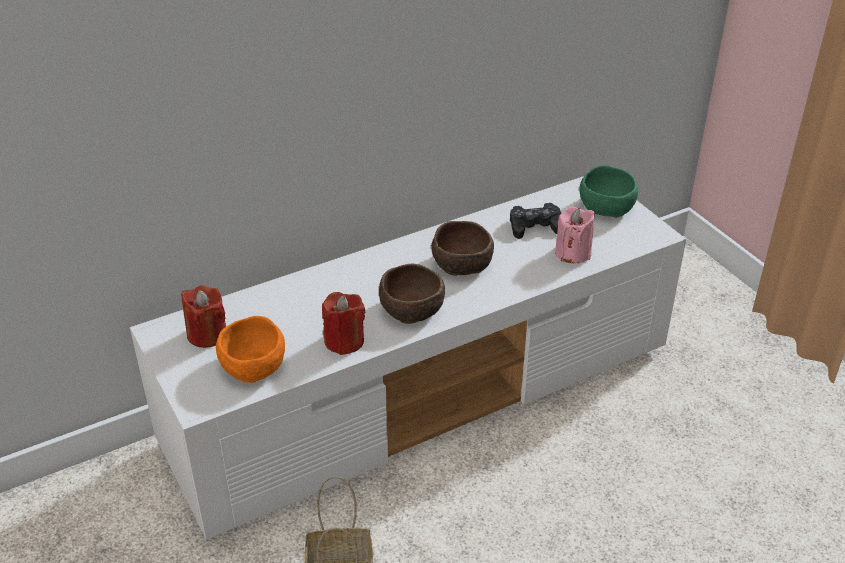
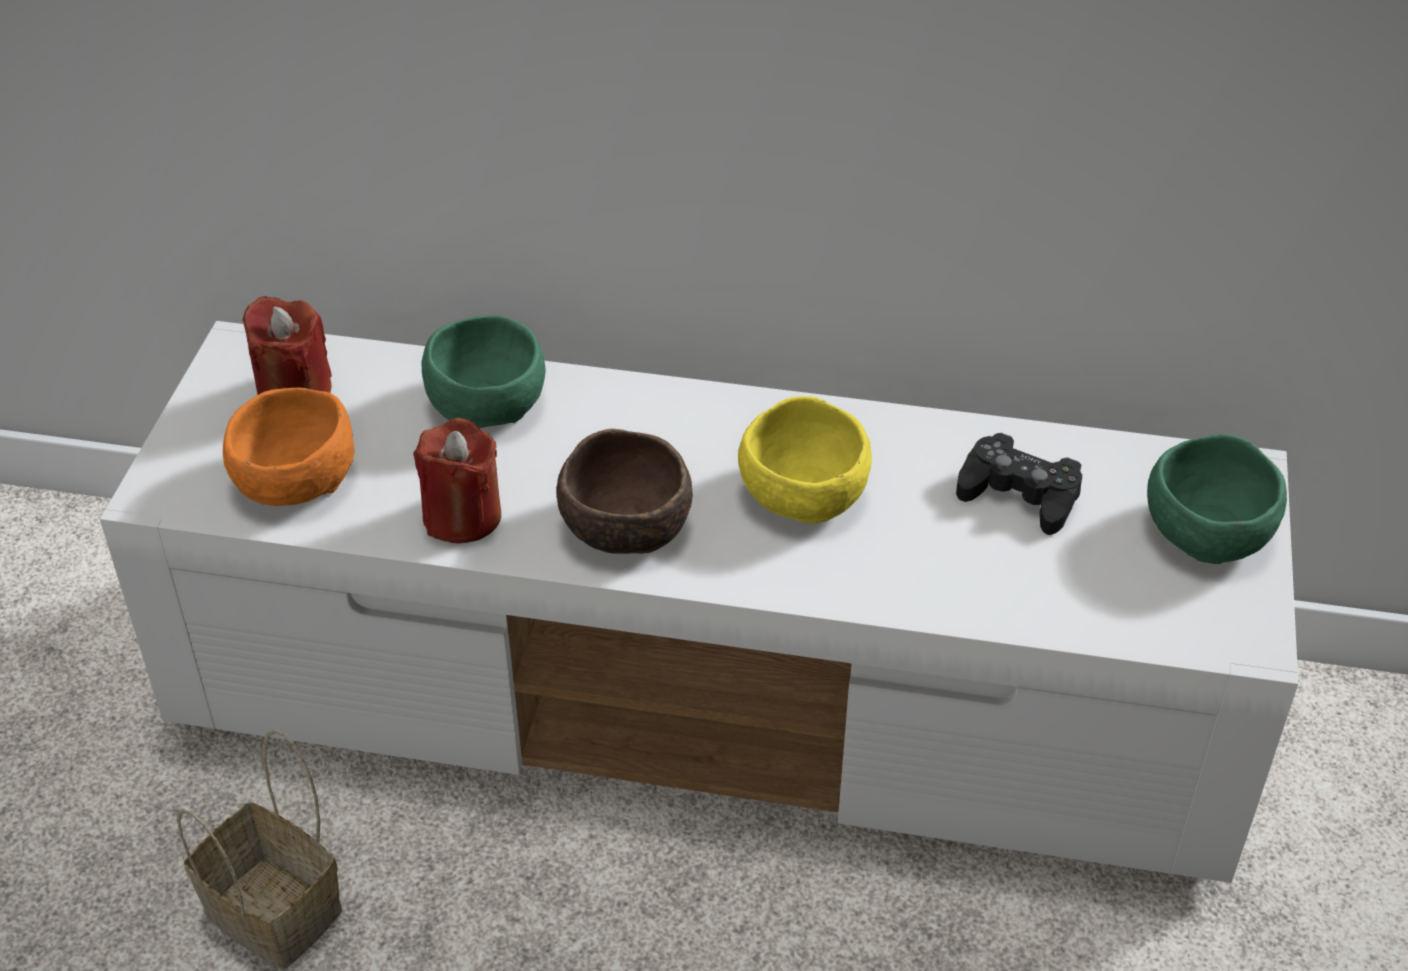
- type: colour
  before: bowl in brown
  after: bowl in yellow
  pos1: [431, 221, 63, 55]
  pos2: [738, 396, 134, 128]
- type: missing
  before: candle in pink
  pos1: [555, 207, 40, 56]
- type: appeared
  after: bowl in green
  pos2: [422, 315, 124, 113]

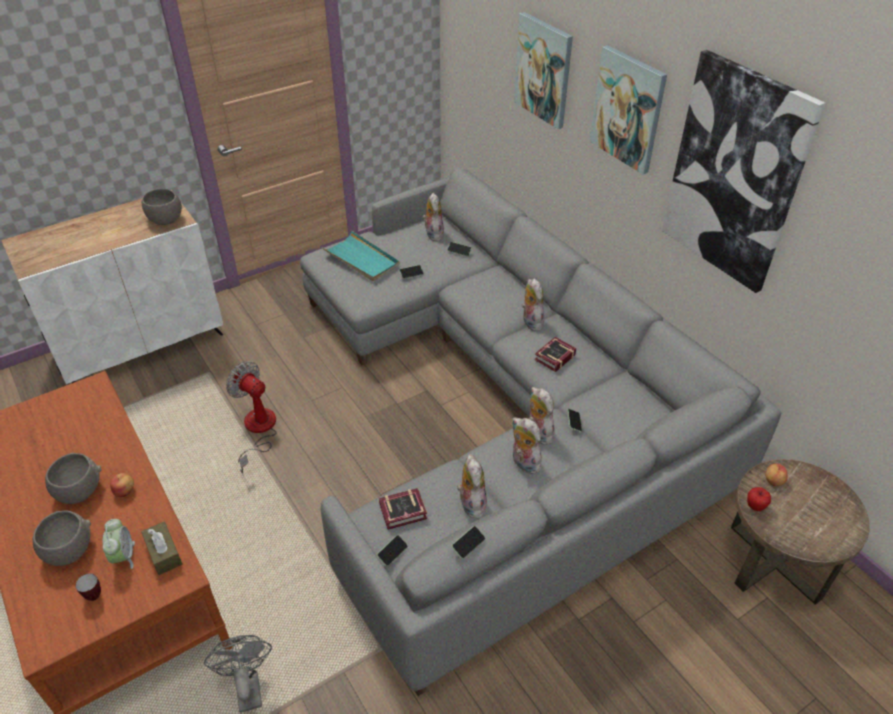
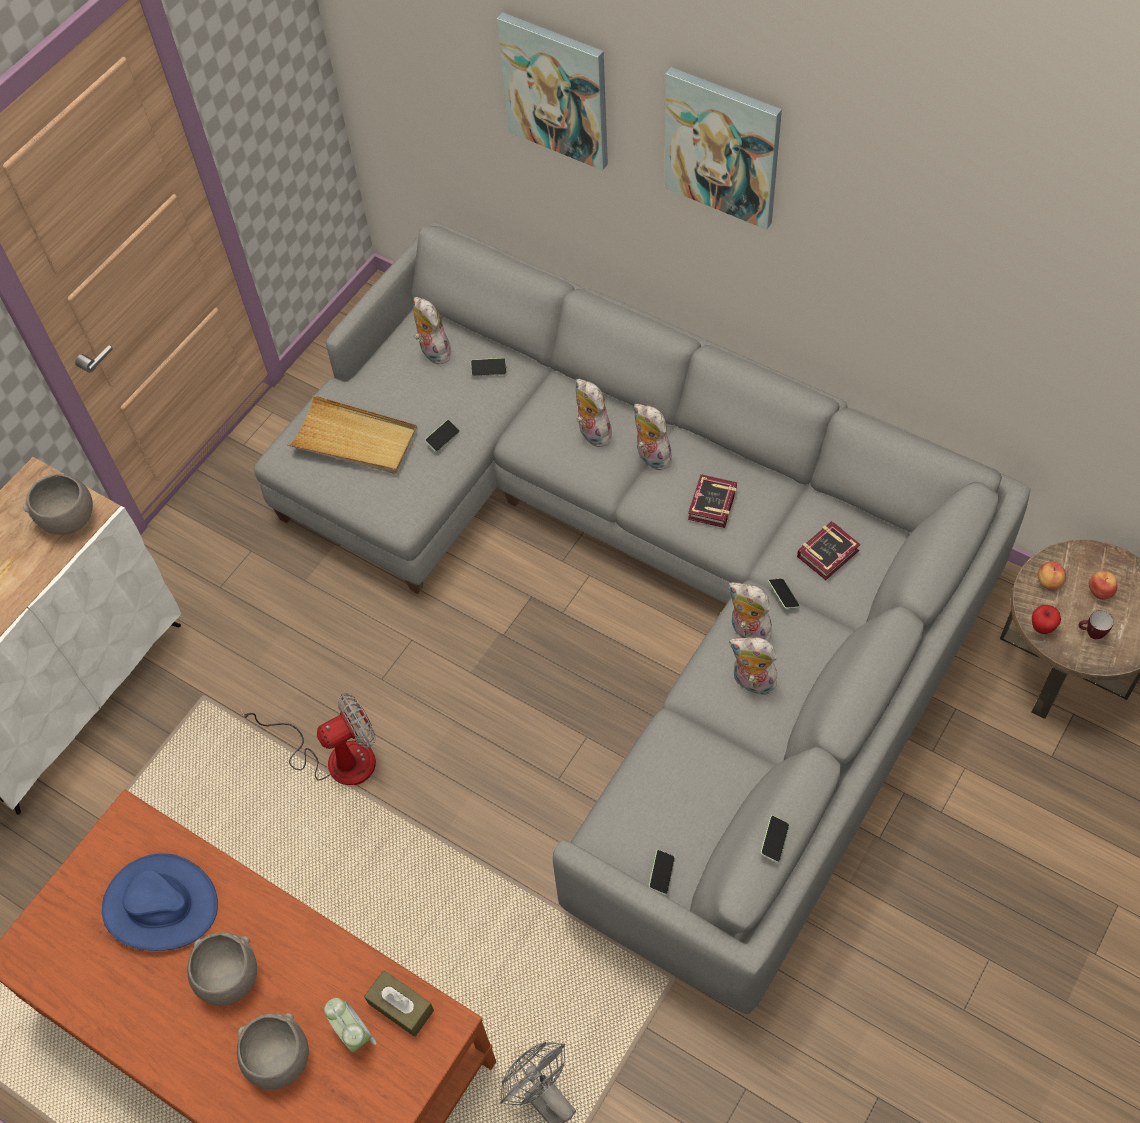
- type: relocated
  before: mug
  pos1: [75, 573, 26, 28]
  pos2: [1079, 610, 35, 29]
- type: relocated
  before: apple
  pos1: [110, 473, 24, 24]
  pos2: [1089, 570, 28, 30]
- type: spun
  before: fan
  pos1: [226, 361, 50, 112]
  pos2: [239, 693, 137, 92]
  turn: 135
- type: colour
  before: tray in turquoise
  after: tray in beige
  pos1: [322, 231, 78, 50]
  pos2: [287, 395, 131, 79]
- type: relocated
  before: book
  pos1: [379, 488, 48, 42]
  pos2: [797, 521, 64, 59]
- type: relocated
  before: plush toy
  pos1: [457, 454, 30, 65]
  pos2: [576, 379, 36, 68]
- type: missing
  before: picture
  pos1: [662, 50, 163, 243]
- type: appeared
  after: hat in blue
  pos2: [102, 853, 116, 98]

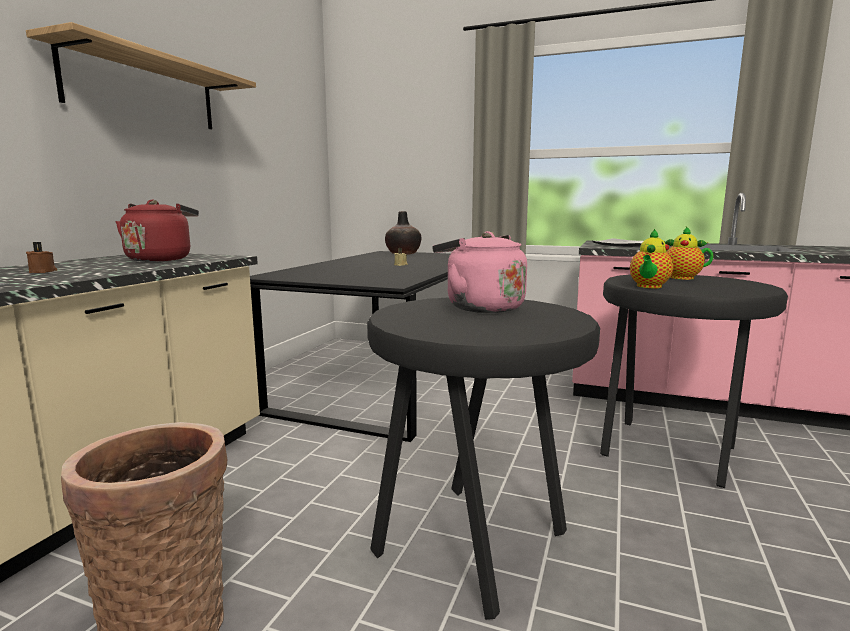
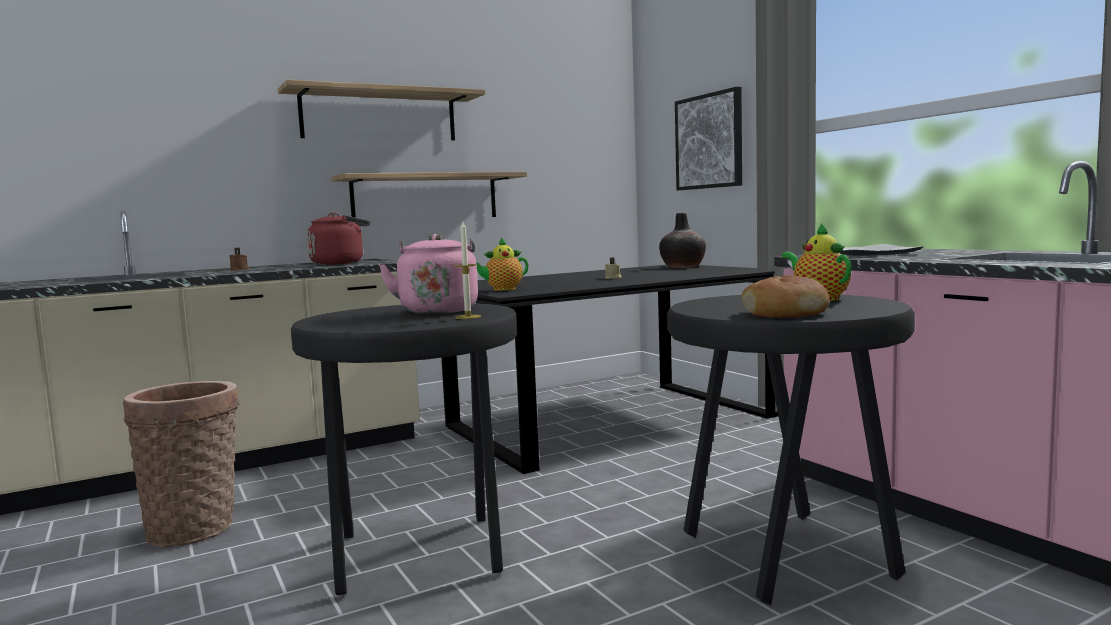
- type: relocated
  before: teapot
  pos1: [630, 229, 43, 59]
  pos2: [476, 238, 52, 53]
- type: appeared
  after: shelf
  pos2: [331, 172, 196, 46]
- type: appeared
  after: candle
  pos2: [454, 222, 27, 97]
- type: appeared
  after: picture
  pos2: [675, 87, 67, 103]
- type: appeared
  after: bread
  pos2: [741, 275, 89, 43]

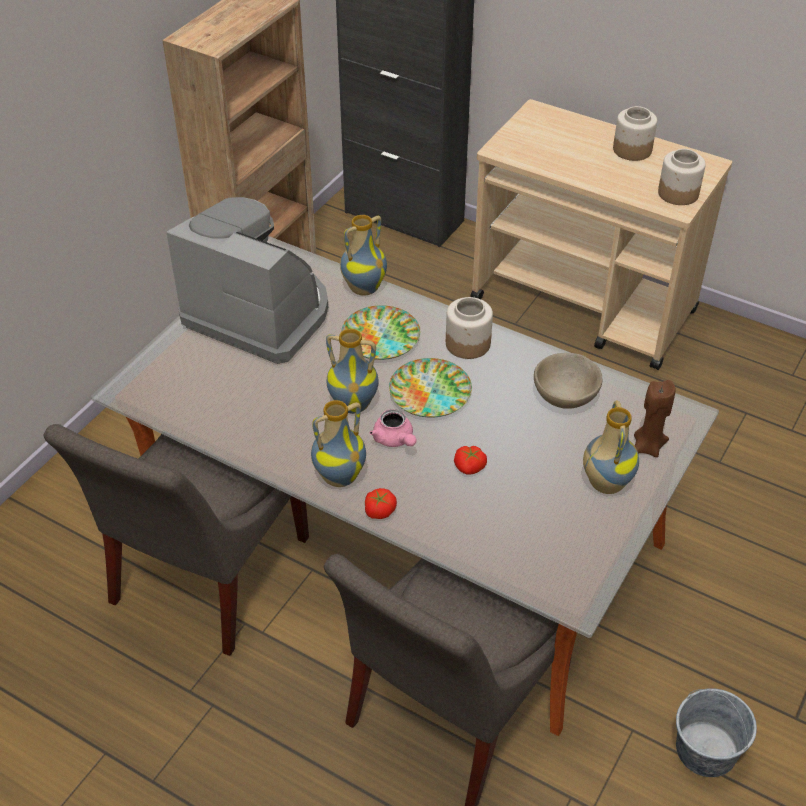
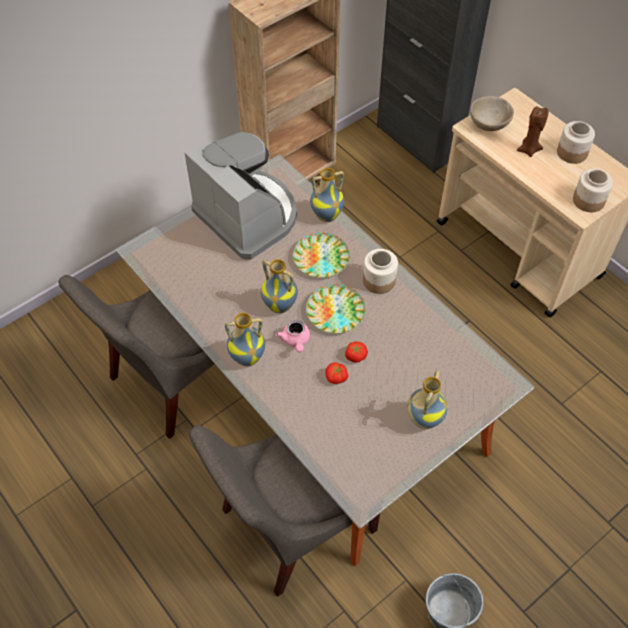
- type: relocated
  before: tomato
  pos1: [365, 488, 32, 31]
  pos2: [345, 341, 23, 22]
- type: relocated
  before: bowl in beige
  pos1: [534, 353, 68, 56]
  pos2: [470, 96, 44, 35]
- type: relocated
  before: candle in brown
  pos1: [634, 380, 42, 77]
  pos2: [517, 106, 32, 51]

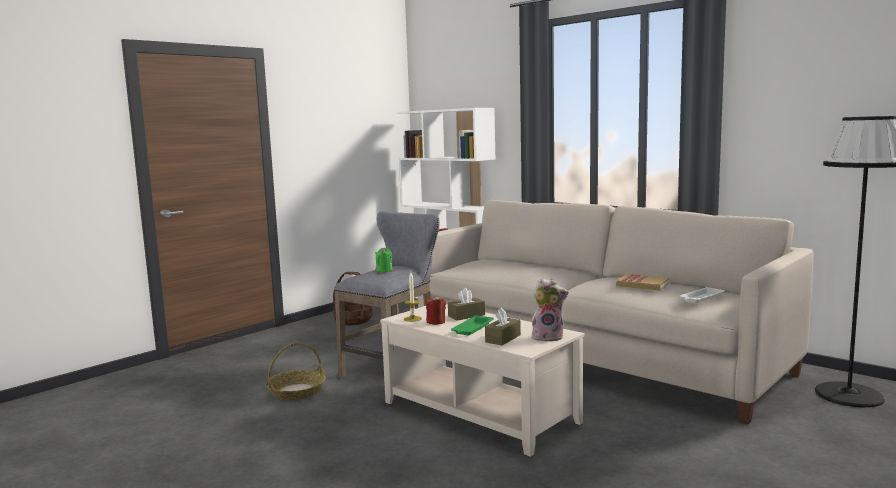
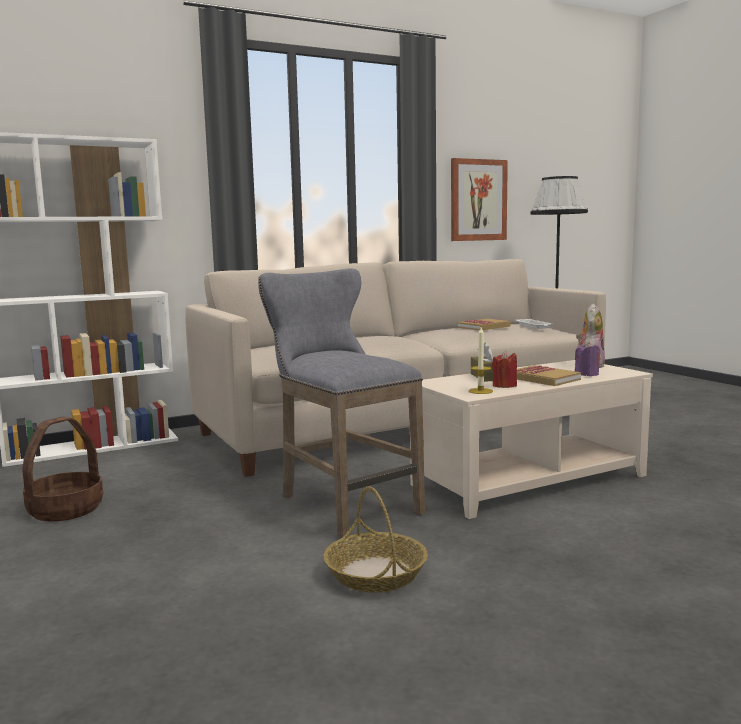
- type: missing
  before: candle in green
  pos1: [375, 247, 18, 26]
- type: exchanged
  before: tray in green
  after: book
  pos1: [451, 315, 43, 20]
  pos2: [517, 365, 64, 21]
- type: exchanged
  before: tissue box in brown
  after: candle in purple
  pos1: [485, 307, 36, 38]
  pos2: [575, 342, 25, 34]
- type: appeared
  after: picture
  pos2: [451, 158, 57, 83]

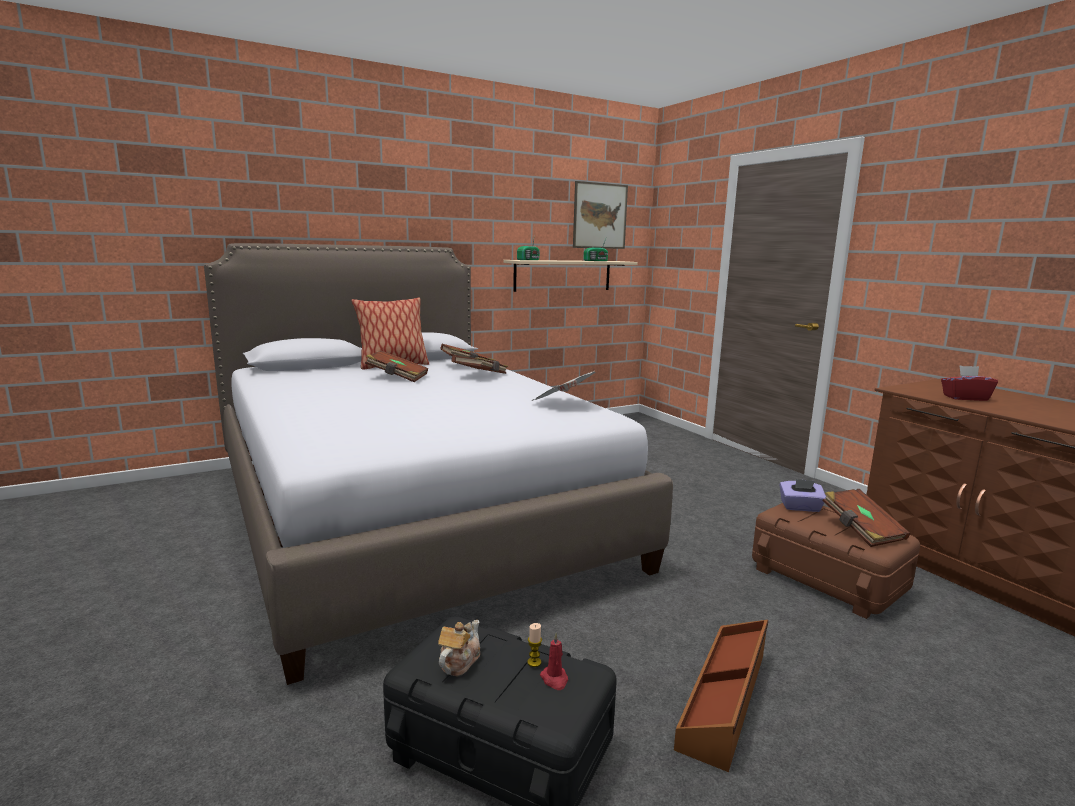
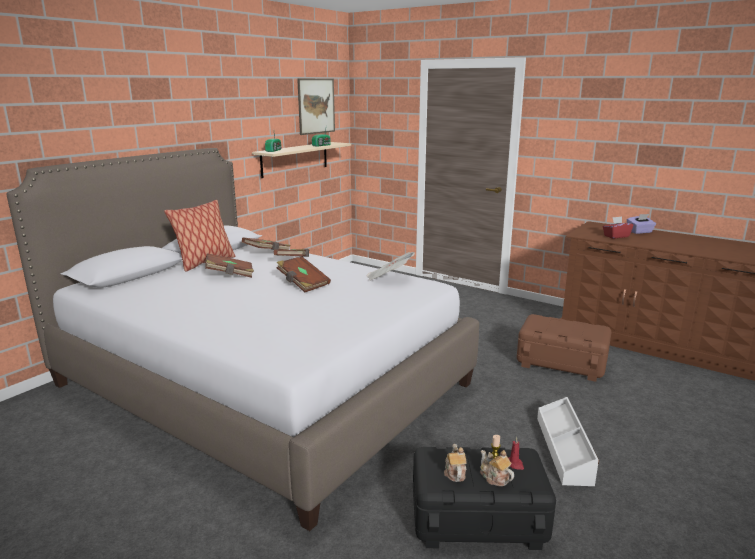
- type: colour
  before: storage box in brown
  after: storage box in white
  pos1: [674, 620, 94, 152]
  pos2: [537, 397, 62, 89]
- type: relocated
  before: tissue box in purple
  pos1: [779, 479, 47, 33]
  pos2: [627, 214, 29, 20]
- type: relocated
  before: book in brown
  pos1: [823, 489, 87, 58]
  pos2: [277, 256, 54, 37]
- type: appeared
  after: teapot
  pos2: [480, 450, 34, 36]

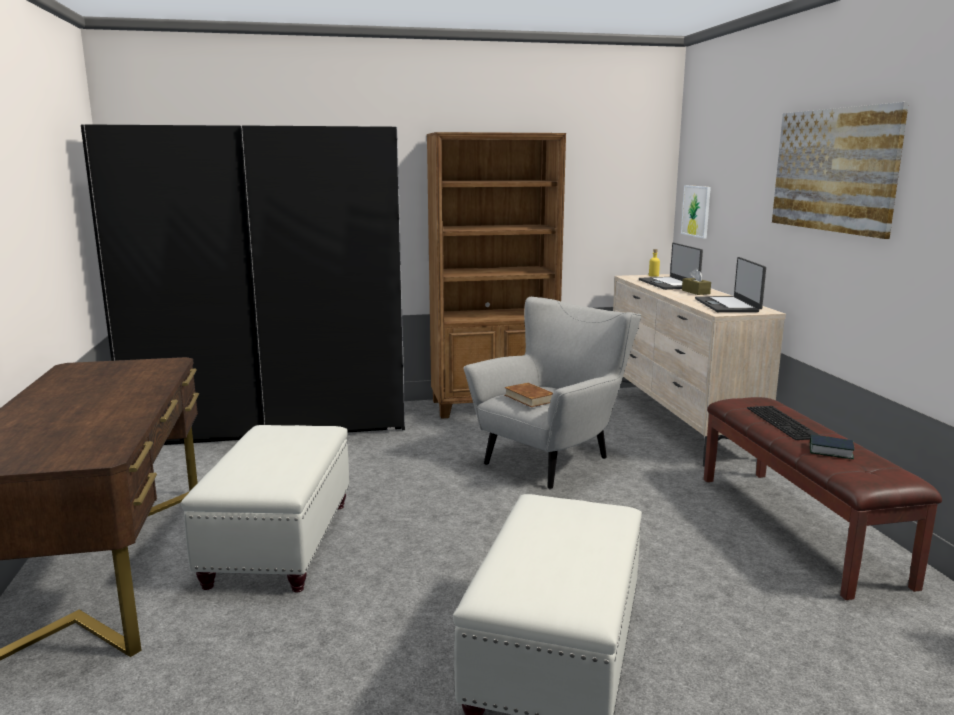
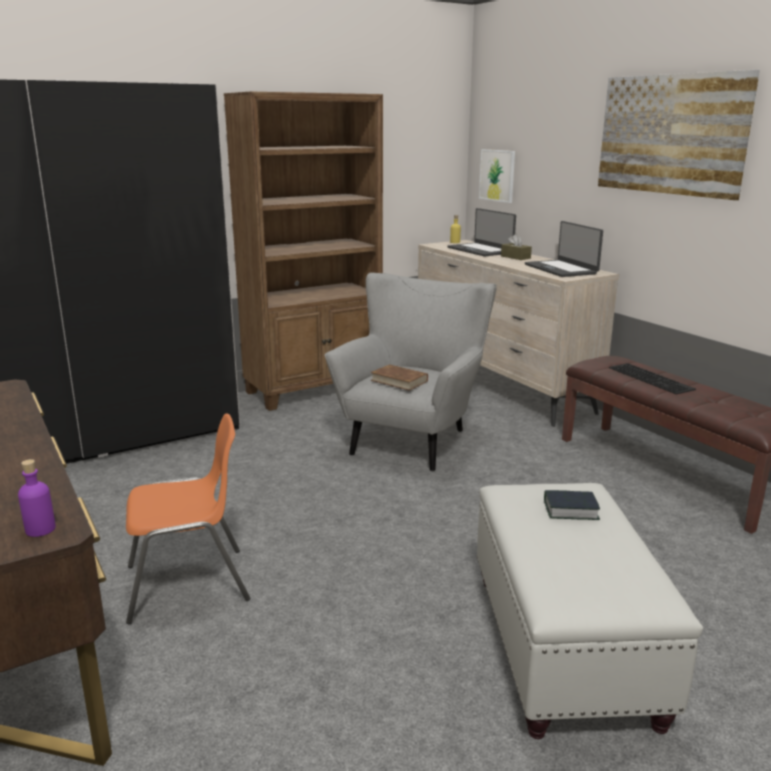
- type: exchanged
  before: ottoman in white
  after: chair in orange
  pos1: [181, 425, 168, 167]
  pos2: [126, 413, 124, 211]
- type: relocated
  before: book
  pos1: [810, 435, 44, 24]
  pos2: [544, 490, 56, 30]
- type: appeared
  after: bottle in purple
  pos2: [18, 459, 38, 78]

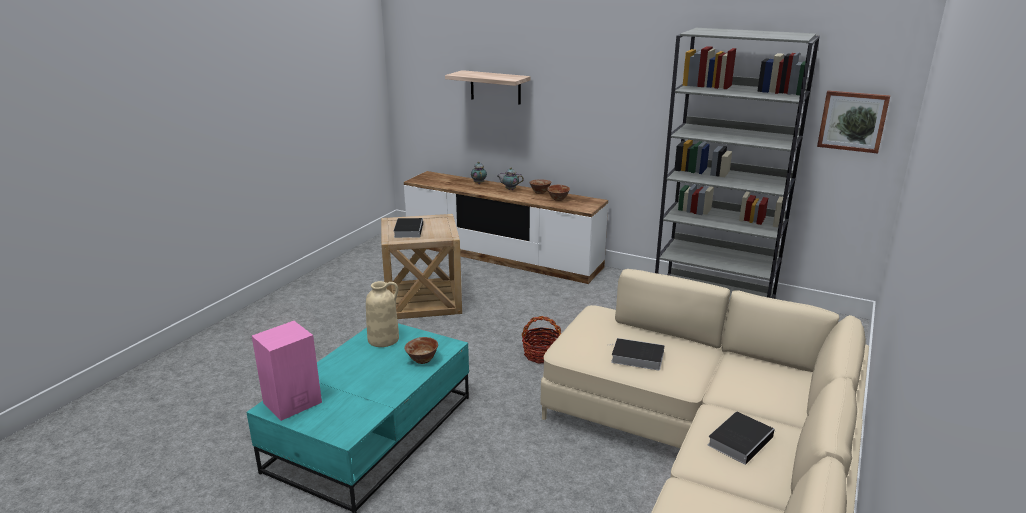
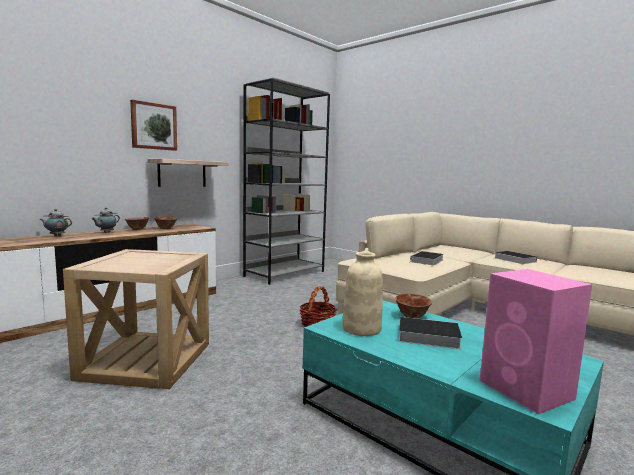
- type: relocated
  before: book
  pos1: [394, 218, 29, 20]
  pos2: [390, 317, 72, 32]
- type: relocated
  before: shelf
  pos1: [445, 70, 86, 34]
  pos2: [147, 159, 82, 28]
- type: relocated
  before: picture
  pos1: [817, 90, 73, 64]
  pos2: [130, 100, 47, 51]

